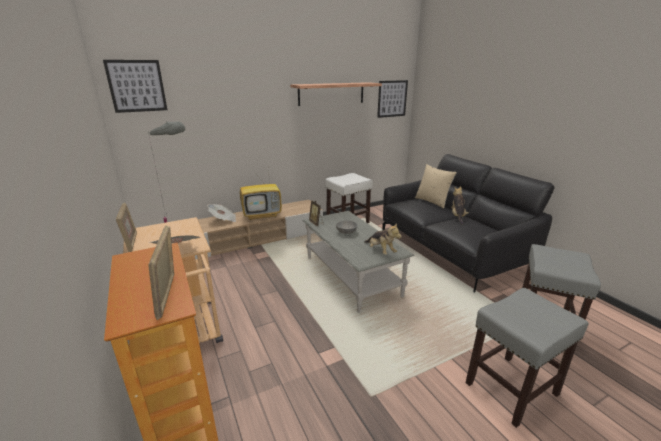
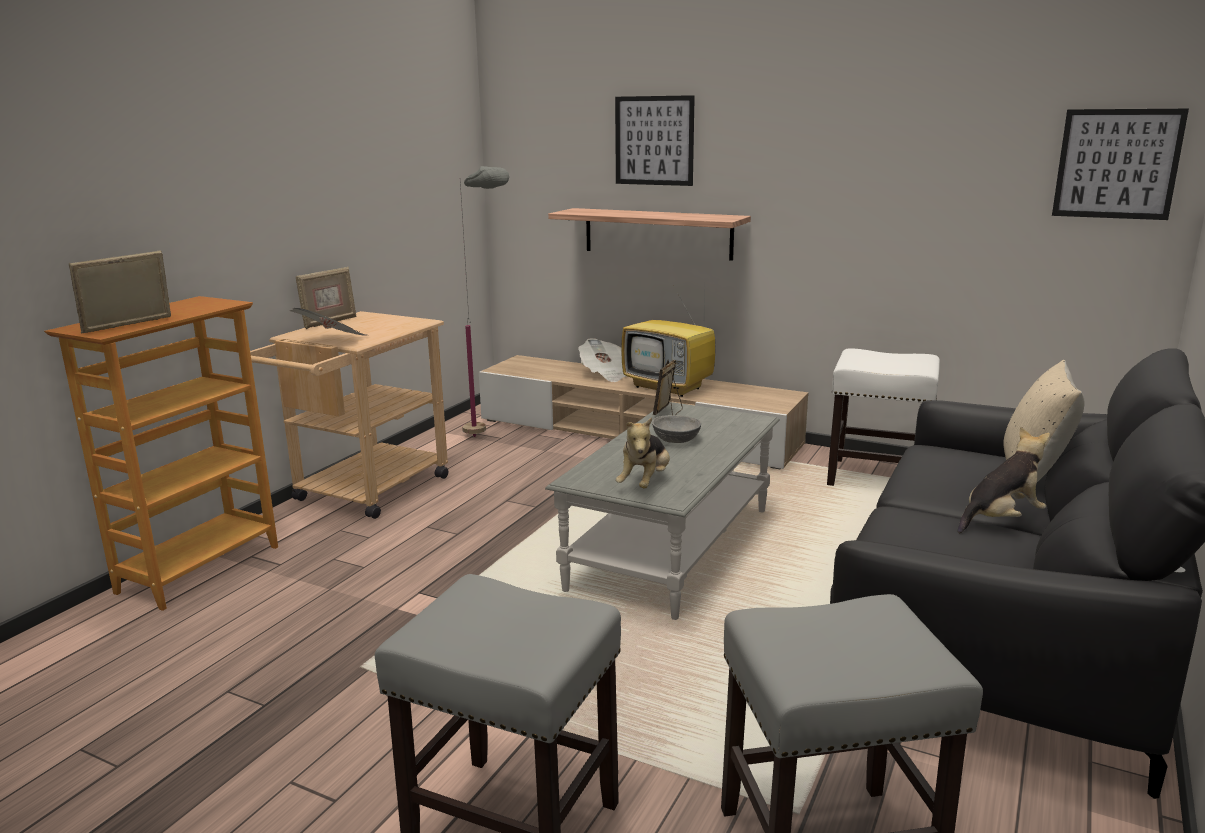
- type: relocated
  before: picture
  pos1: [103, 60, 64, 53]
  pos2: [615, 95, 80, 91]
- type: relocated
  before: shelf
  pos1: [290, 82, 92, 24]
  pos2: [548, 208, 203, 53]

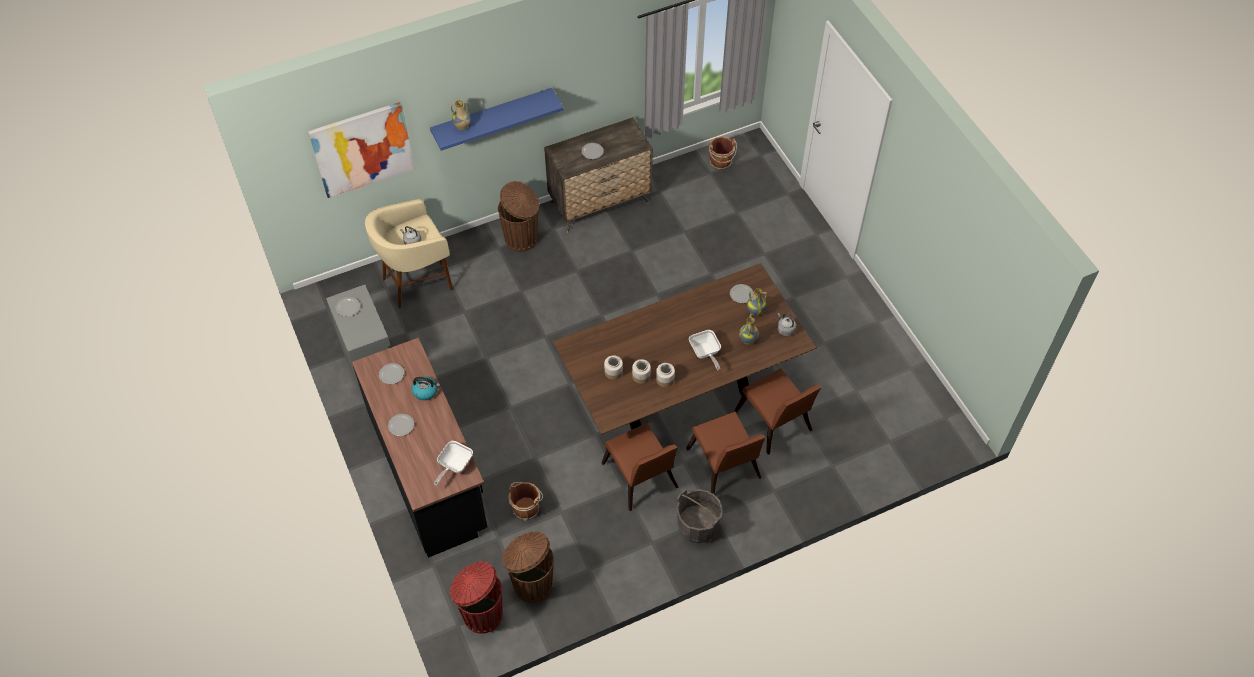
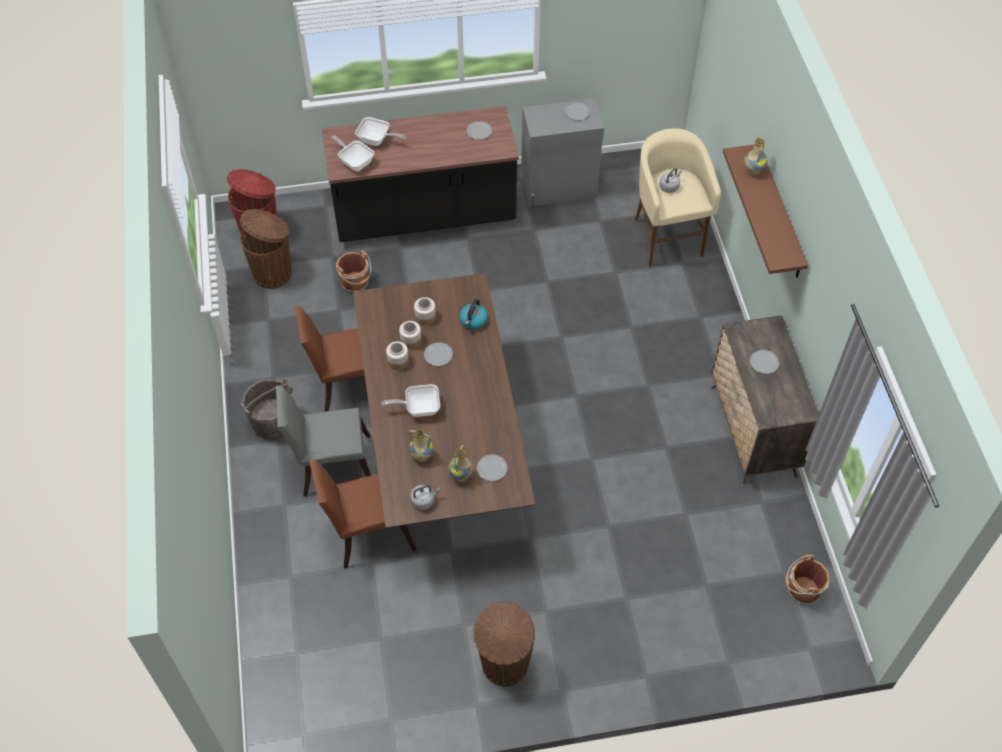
- type: missing
  before: picture
  pos1: [308, 102, 107, 96]
- type: relocated
  before: plate
  pos1: [388, 414, 26, 22]
  pos2: [424, 342, 29, 24]
- type: relocated
  before: kettle
  pos1: [412, 376, 28, 24]
  pos2: [459, 299, 29, 31]
- type: colour
  before: shelf in blue
  after: shelf in brown
  pos1: [430, 88, 134, 63]
  pos2: [723, 144, 85, 134]
- type: relocated
  before: trash can in brown
  pos1: [498, 181, 42, 71]
  pos2: [473, 602, 62, 84]
- type: colour
  before: chair in brown
  after: chair in grey
  pos1: [686, 412, 80, 82]
  pos2: [276, 386, 95, 110]
- type: appeared
  after: frying pan
  pos2: [355, 117, 51, 29]

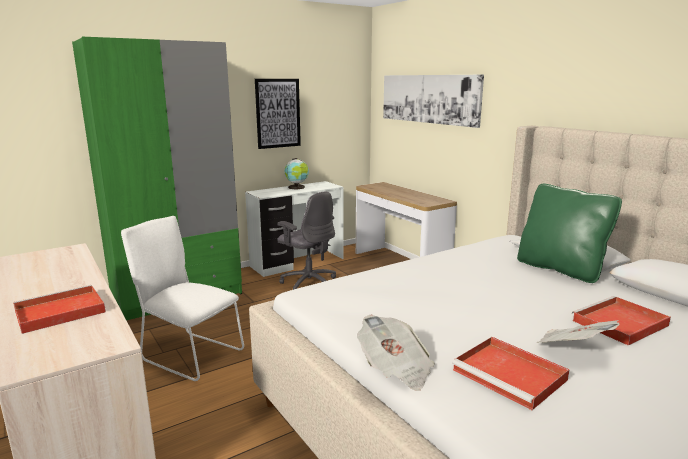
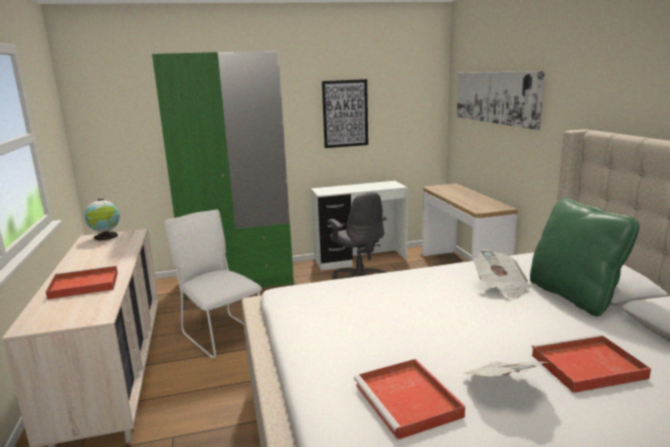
- type: relocated
  before: globe
  pos1: [285, 158, 24, 32]
  pos2: [84, 199, 36, 42]
- type: relocated
  before: newspaper
  pos1: [357, 315, 78, 76]
  pos2: [473, 249, 58, 51]

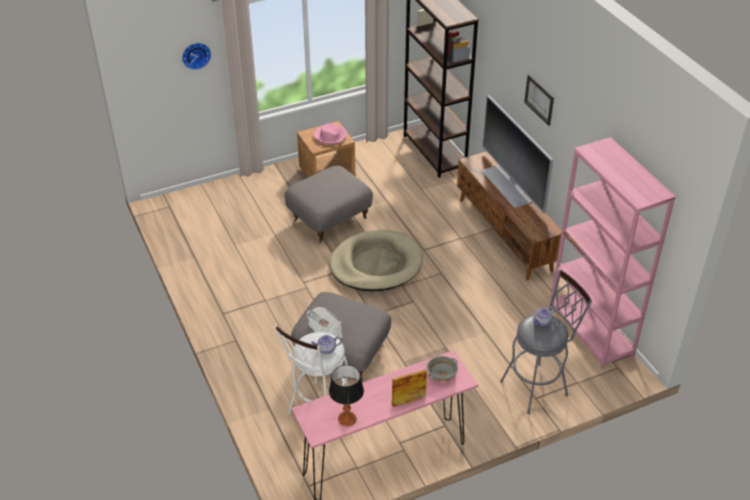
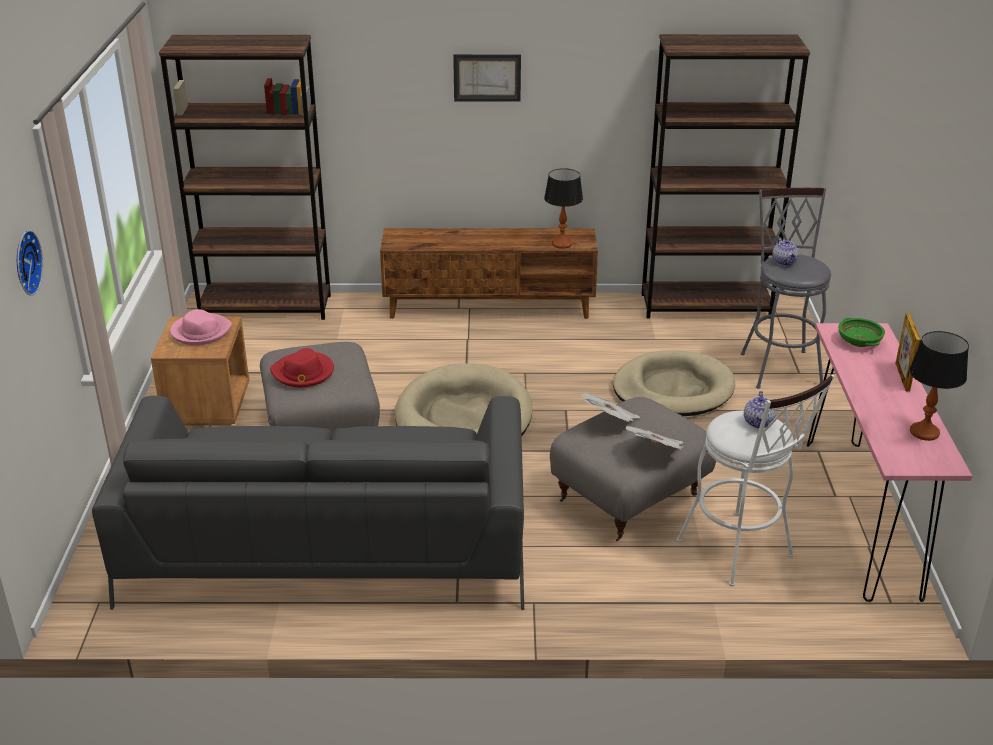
- type: colour
  before: bowl in grey
  after: bowl in green
  pos1: [427, 356, 31, 25]
  pos2: [838, 318, 47, 29]
- type: missing
  before: television
  pos1: [481, 95, 72, 118]
- type: colour
  before: bookcase in pink
  after: bookcase in brown
  pos1: [549, 137, 127, 232]
  pos2: [642, 34, 168, 285]
- type: appeared
  after: sofa in grey
  pos2: [92, 396, 432, 214]
- type: appeared
  after: hat in red
  pos2: [270, 348, 64, 39]
- type: appeared
  after: table lamp
  pos2: [544, 168, 39, 81]
- type: appeared
  after: newspaper
  pos2: [581, 393, 59, 29]
- type: appeared
  after: dog bed in beige
  pos2: [613, 350, 122, 66]

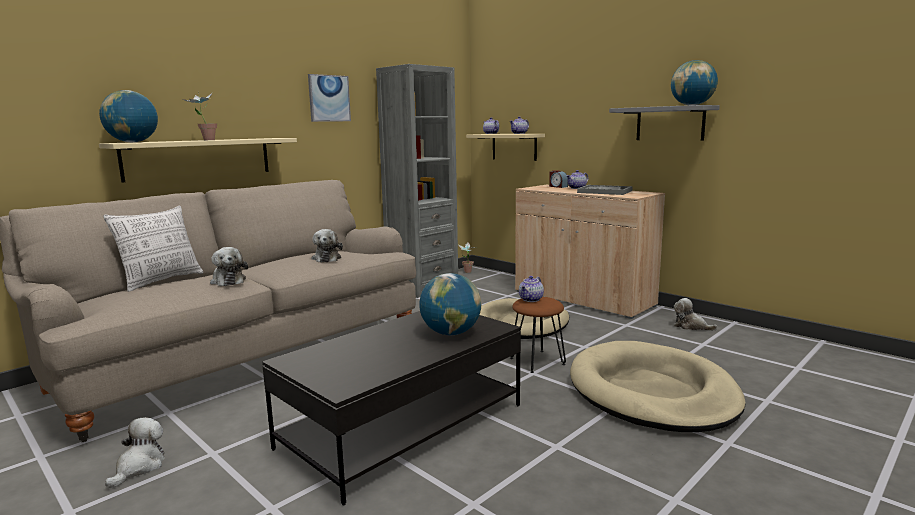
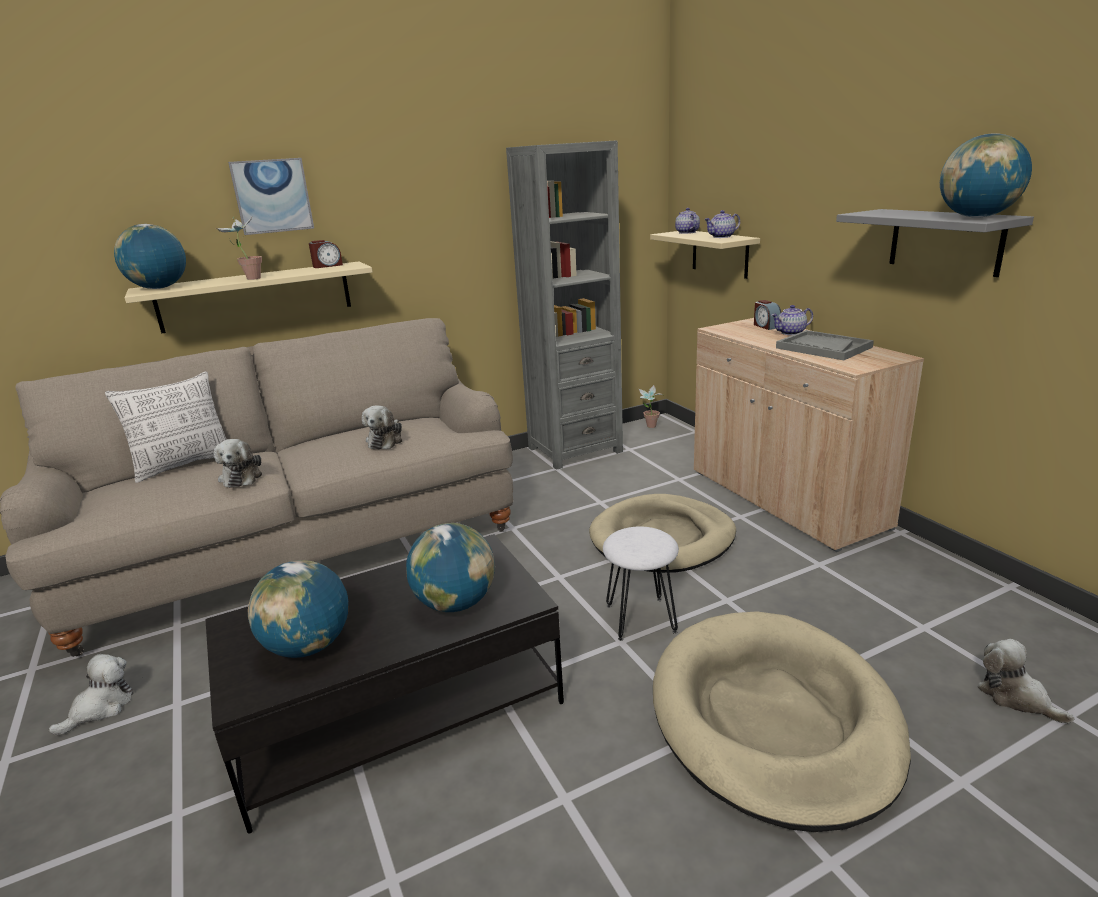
- type: relocated
  before: picture
  pos1: [308, 74, 43, 48]
  pos2: [228, 158, 86, 77]
- type: colour
  before: stool in brown
  after: stool in white
  pos1: [510, 297, 56, 76]
  pos2: [603, 526, 76, 115]
- type: missing
  before: teapot
  pos1: [519, 276, 25, 26]
- type: relocated
  before: plush toy
  pos1: [674, 298, 43, 33]
  pos2: [977, 639, 98, 85]
- type: appeared
  after: globe
  pos2: [248, 560, 100, 98]
- type: appeared
  after: alarm clock
  pos2: [309, 240, 34, 28]

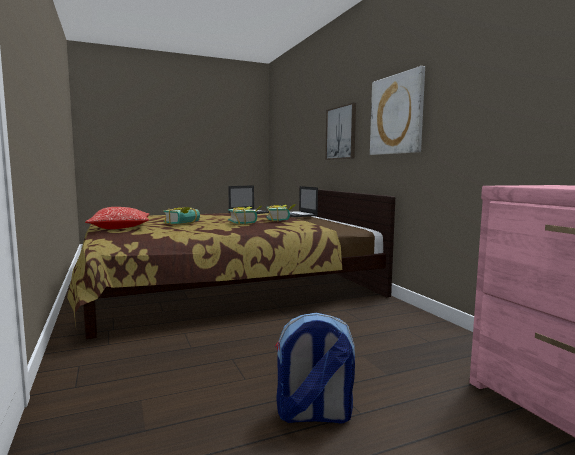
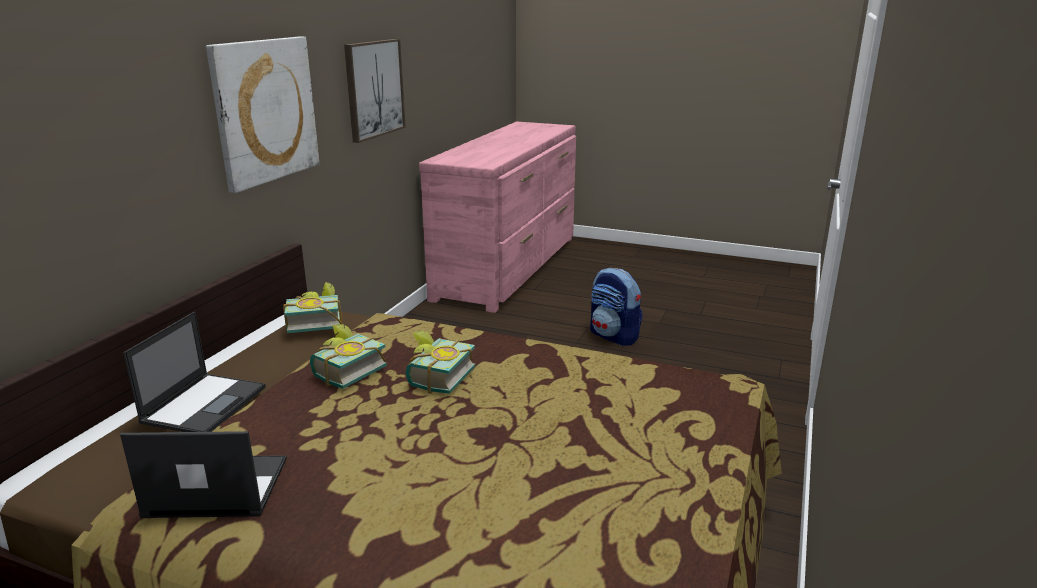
- type: missing
  before: pillow
  pos1: [85, 207, 64, 22]
- type: relocated
  before: book
  pos1: [163, 207, 37, 18]
  pos2: [283, 282, 59, 51]
- type: relocated
  before: picture
  pos1: [325, 103, 31, 57]
  pos2: [344, 39, 62, 104]

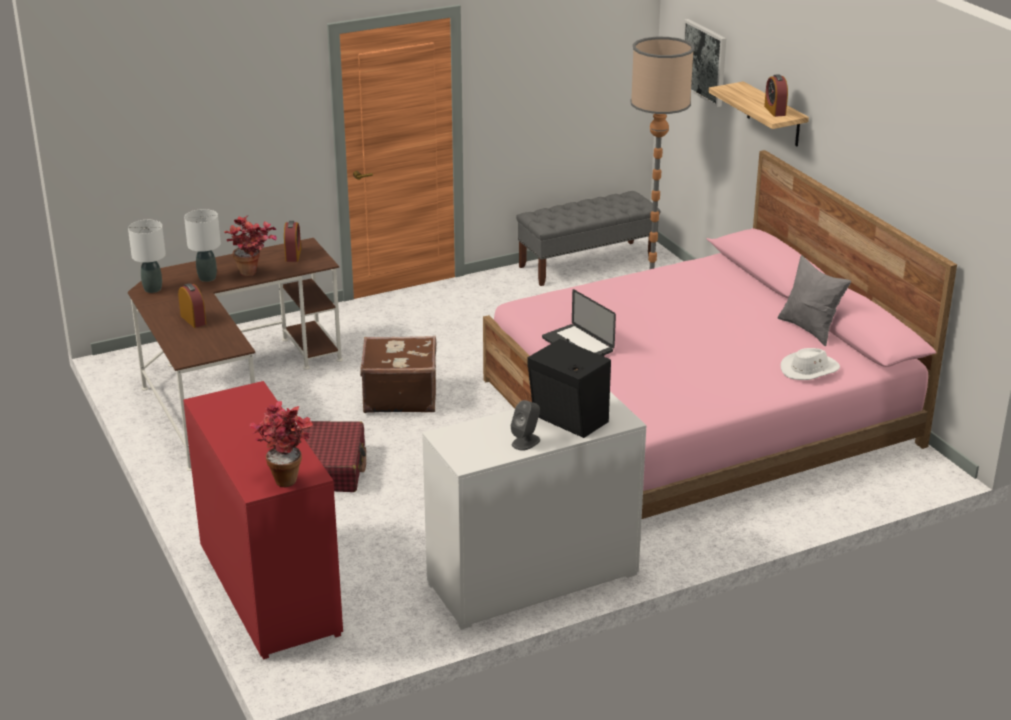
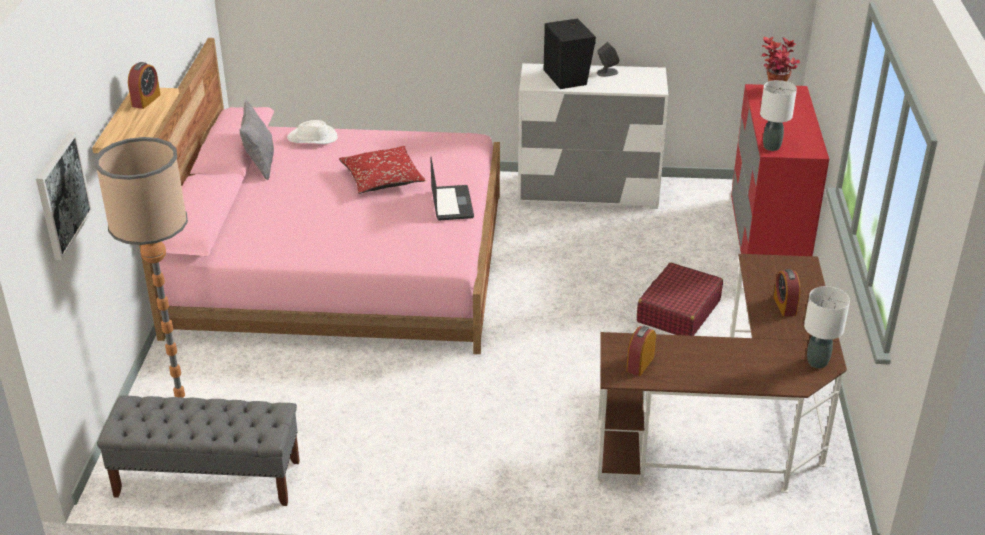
- type: relocated
  before: table lamp in white
  pos1: [184, 209, 37, 73]
  pos2: [760, 80, 37, 71]
- type: missing
  before: potted plant
  pos1: [224, 215, 53, 62]
- type: missing
  before: suitcase in brown
  pos1: [360, 336, 77, 77]
- type: appeared
  after: pillow in red
  pos2: [339, 146, 87, 48]

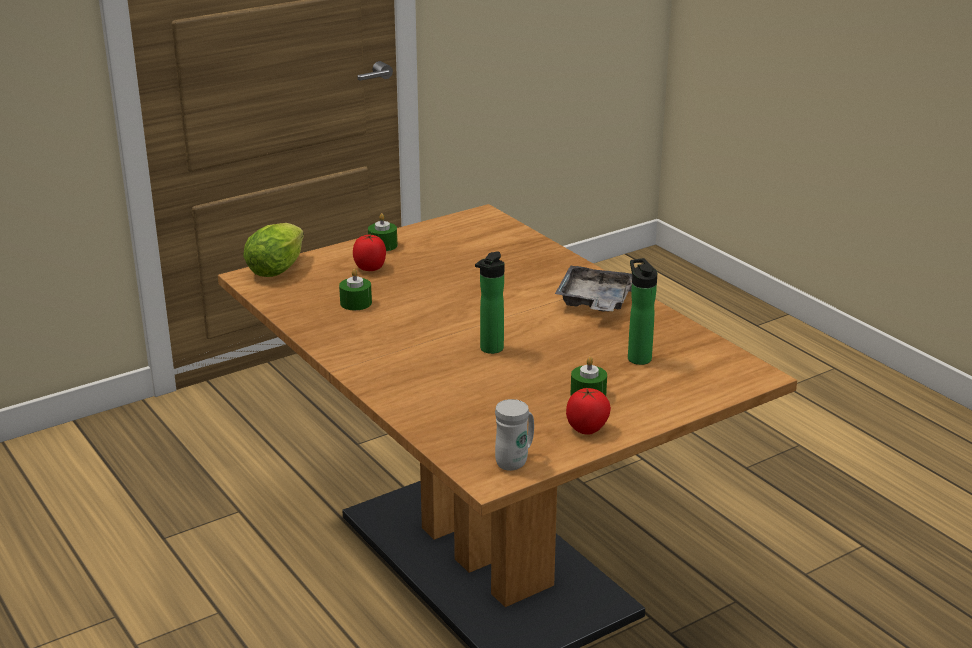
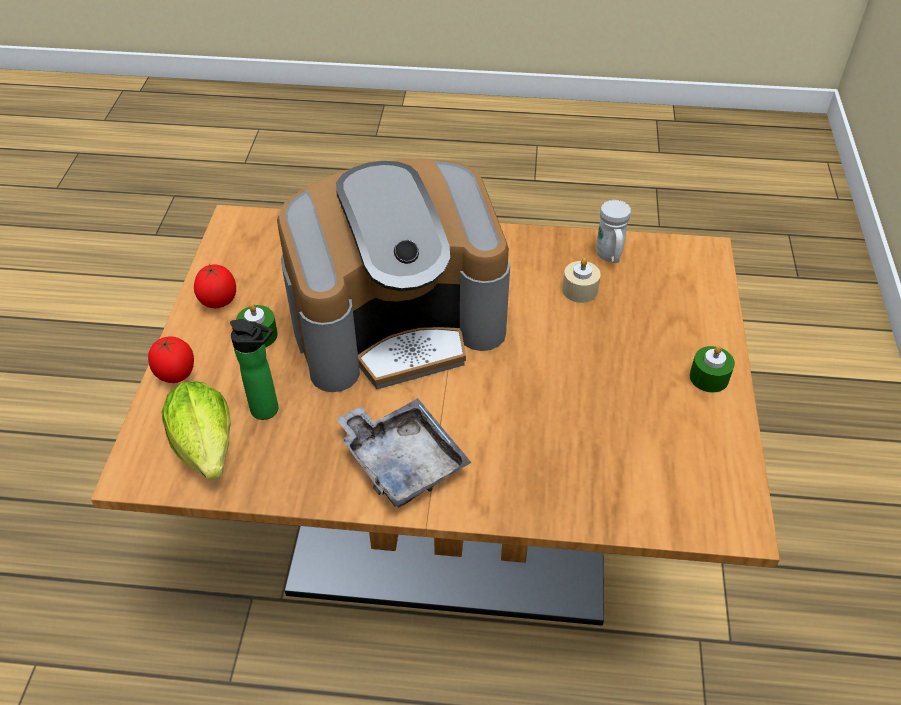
- type: relocated
  before: lettuce
  pos1: [243, 223, 61, 54]
  pos2: [162, 381, 69, 99]
- type: colour
  before: candle in green
  after: candle in beige
  pos1: [339, 269, 33, 41]
  pos2: [562, 258, 39, 45]
- type: relocated
  before: tomato
  pos1: [353, 235, 33, 36]
  pos2: [148, 337, 46, 46]
- type: exchanged
  before: bottle
  after: coffee machine
  pos1: [475, 251, 29, 103]
  pos2: [277, 159, 233, 233]
- type: relocated
  before: mug in white
  pos1: [495, 399, 39, 72]
  pos2: [596, 200, 35, 63]

